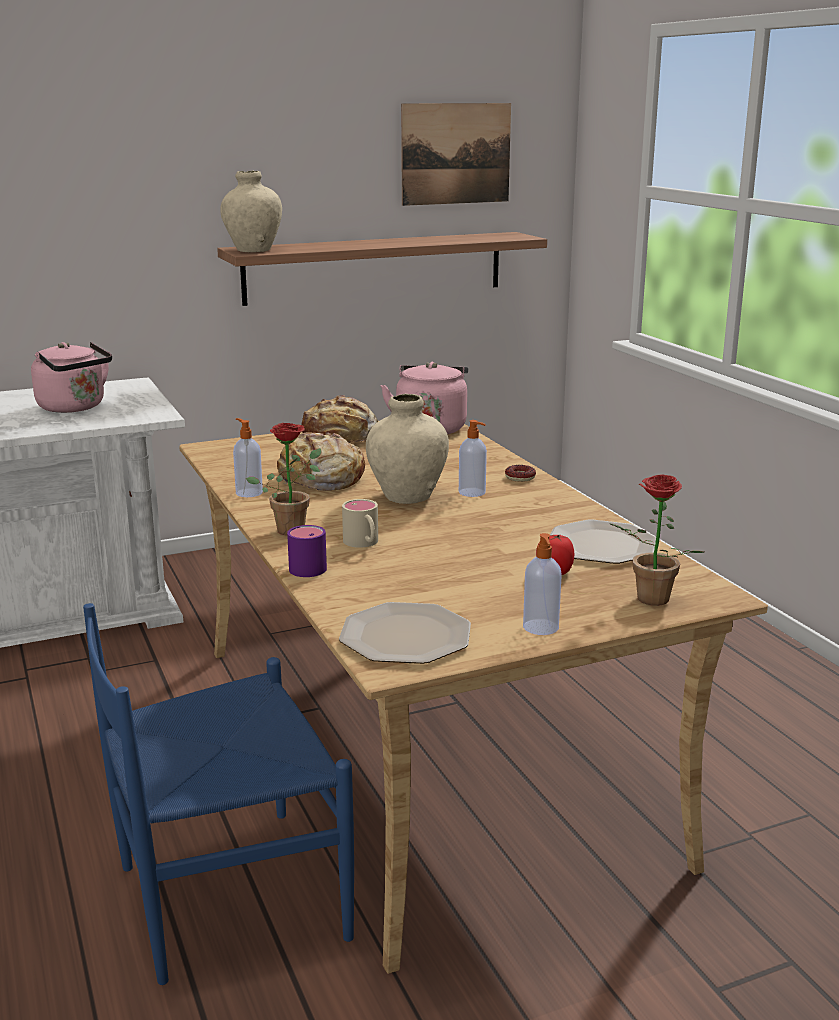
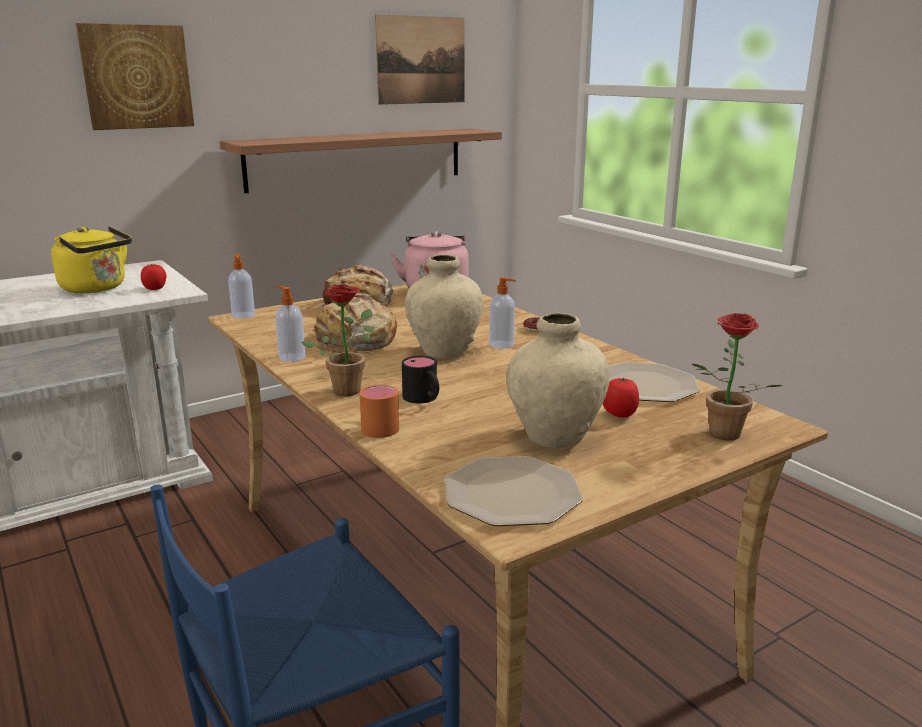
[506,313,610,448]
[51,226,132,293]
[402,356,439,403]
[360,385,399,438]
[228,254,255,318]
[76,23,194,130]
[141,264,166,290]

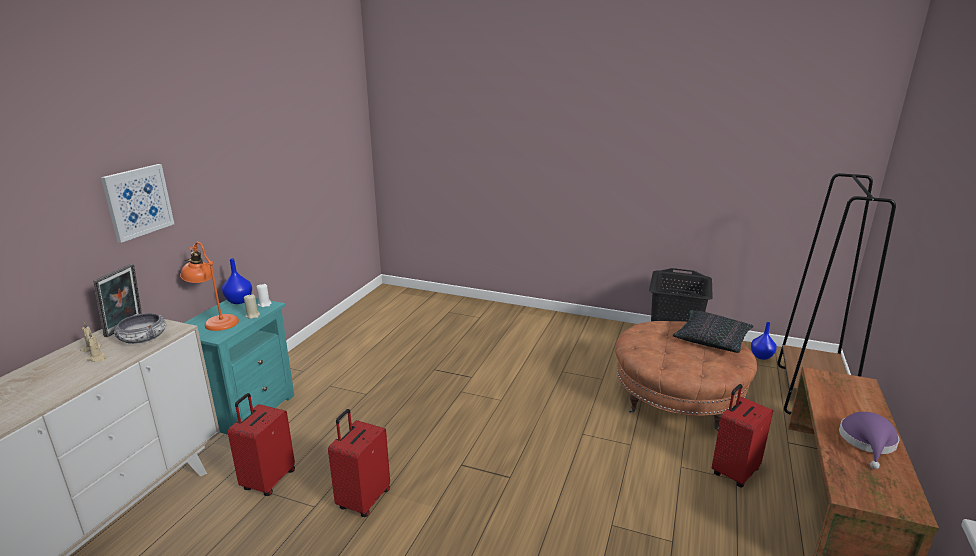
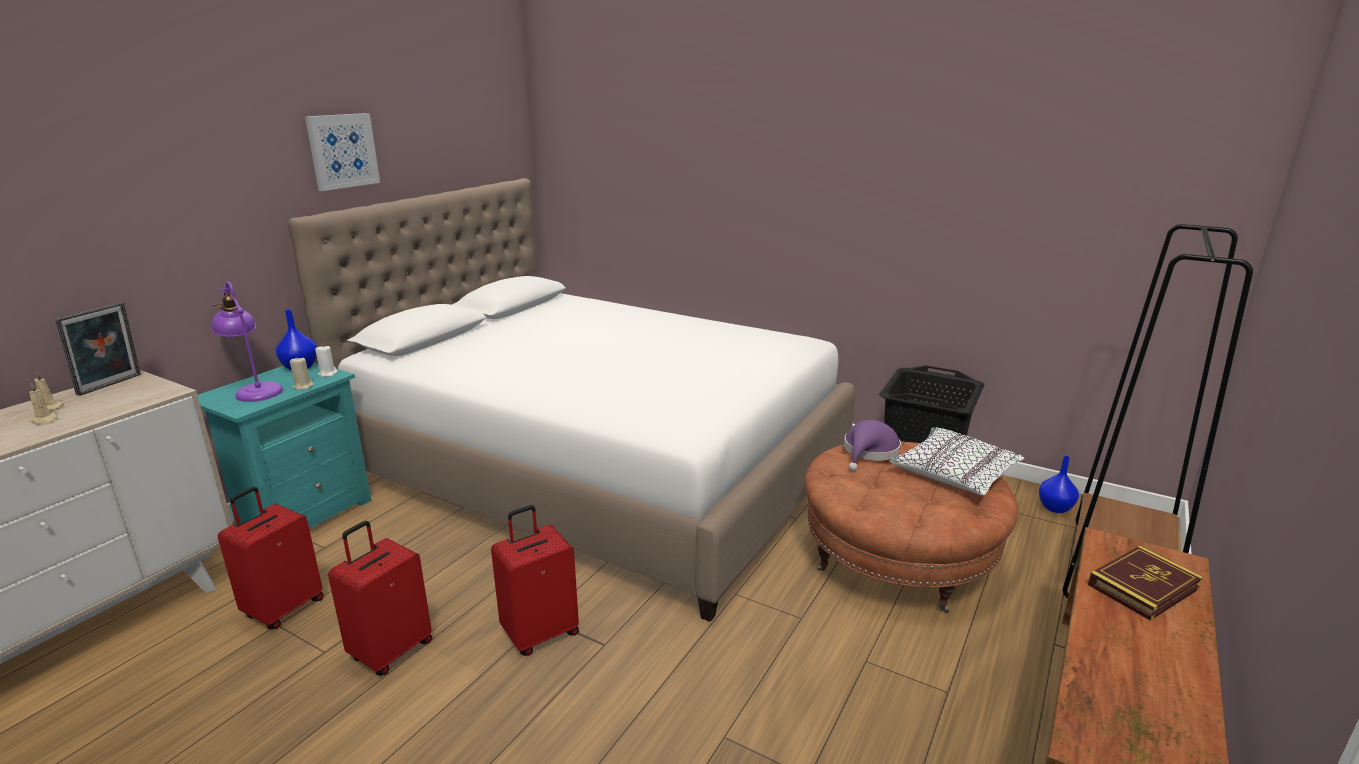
[305,113,380,191]
[211,281,283,402]
[889,427,1025,496]
[114,313,166,344] (first image)
[491,505,579,656]
[844,420,901,471]
[288,178,855,622]
[1088,546,1203,621]

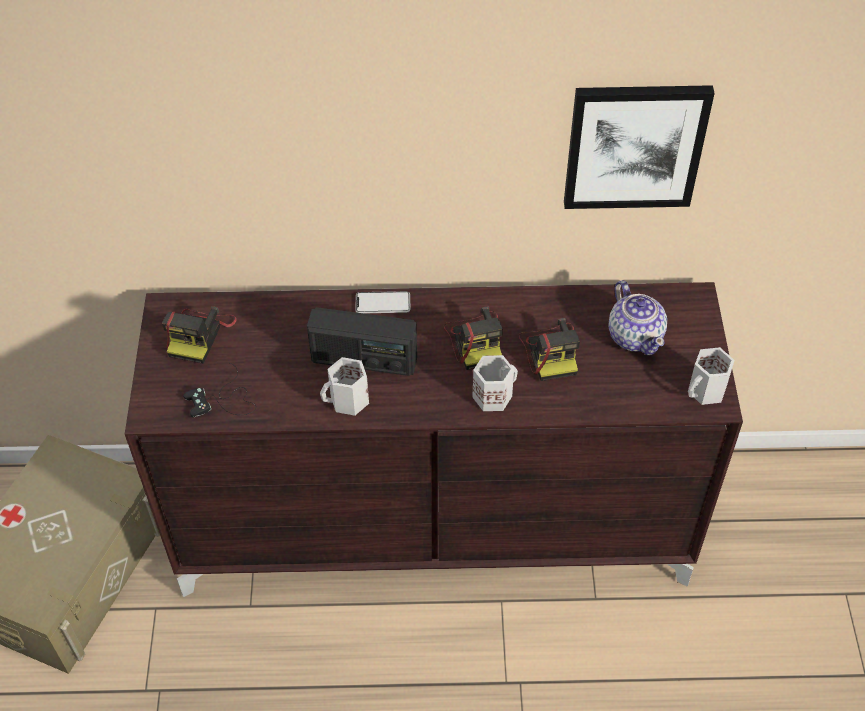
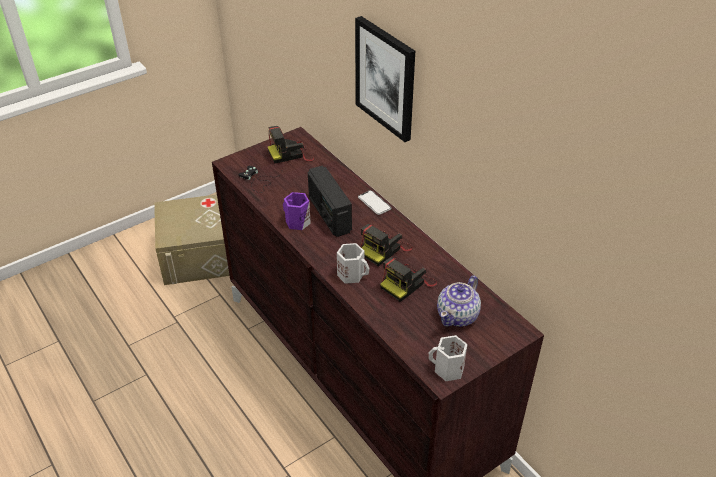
[355,16,415,142]
[283,192,311,230]

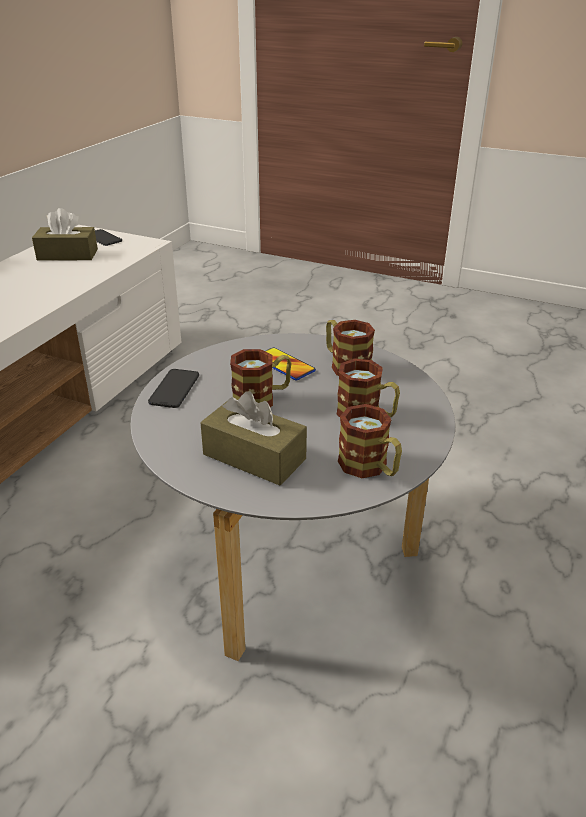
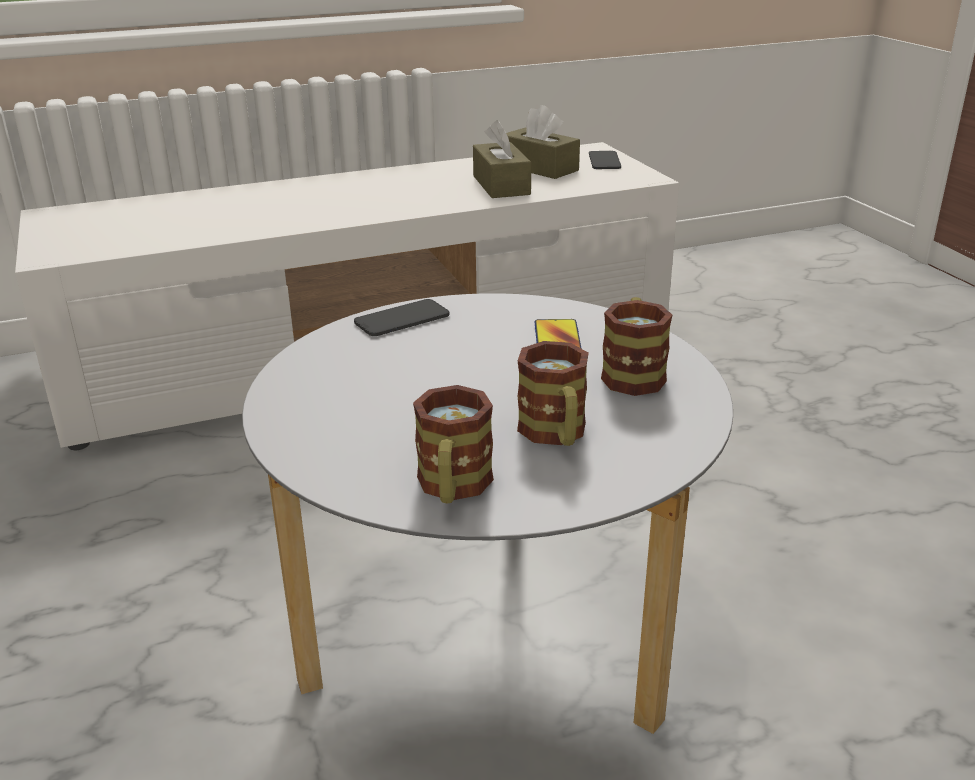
[230,349,291,407] (first image)
[473,120,531,198]

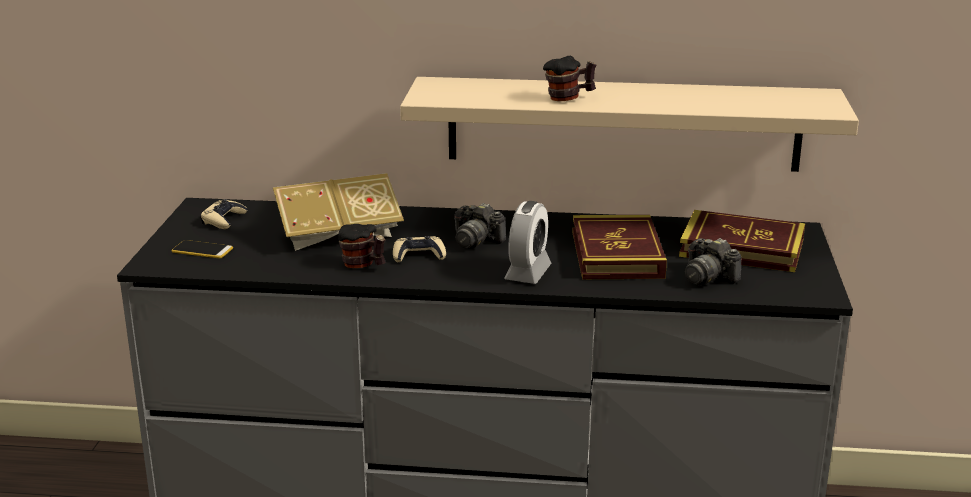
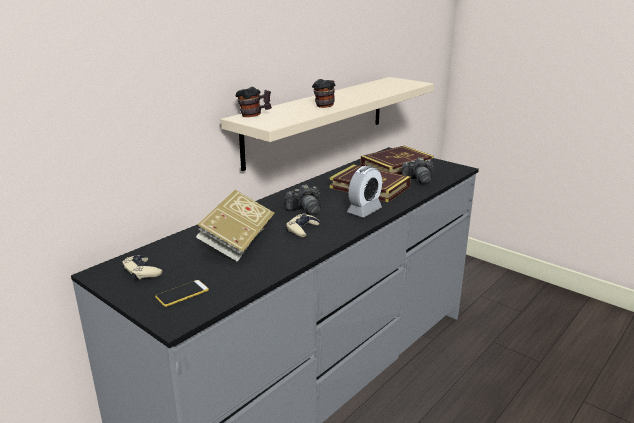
[347,166,382,217]
[236,87,272,117]

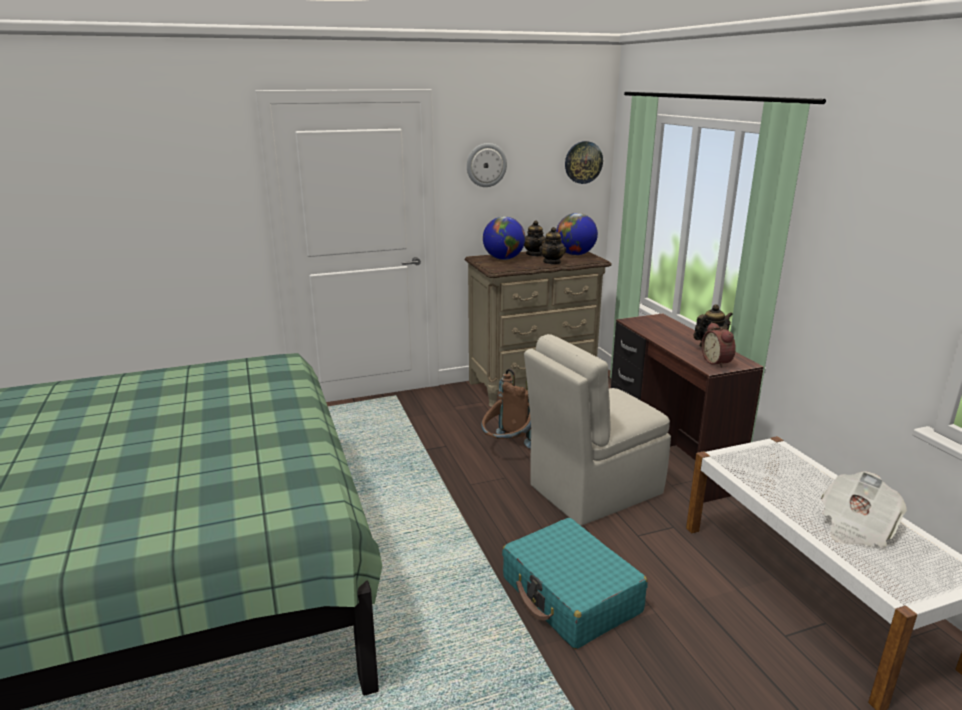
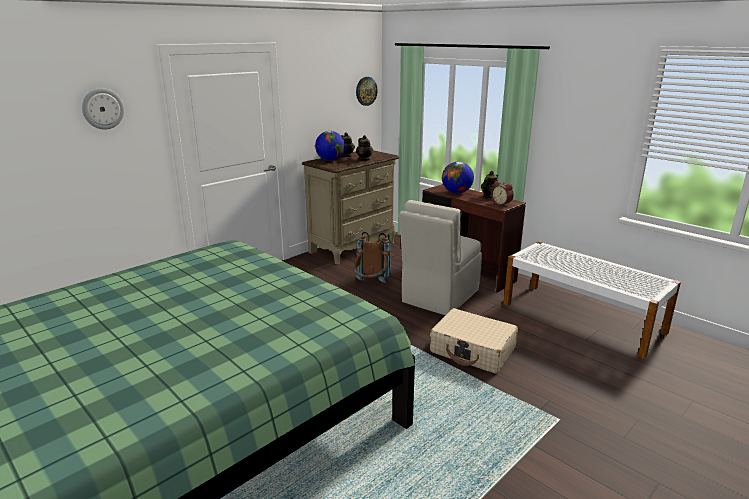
[82,88,124,130]
[442,162,474,194]
[821,472,907,547] (first image)
[430,308,518,374]

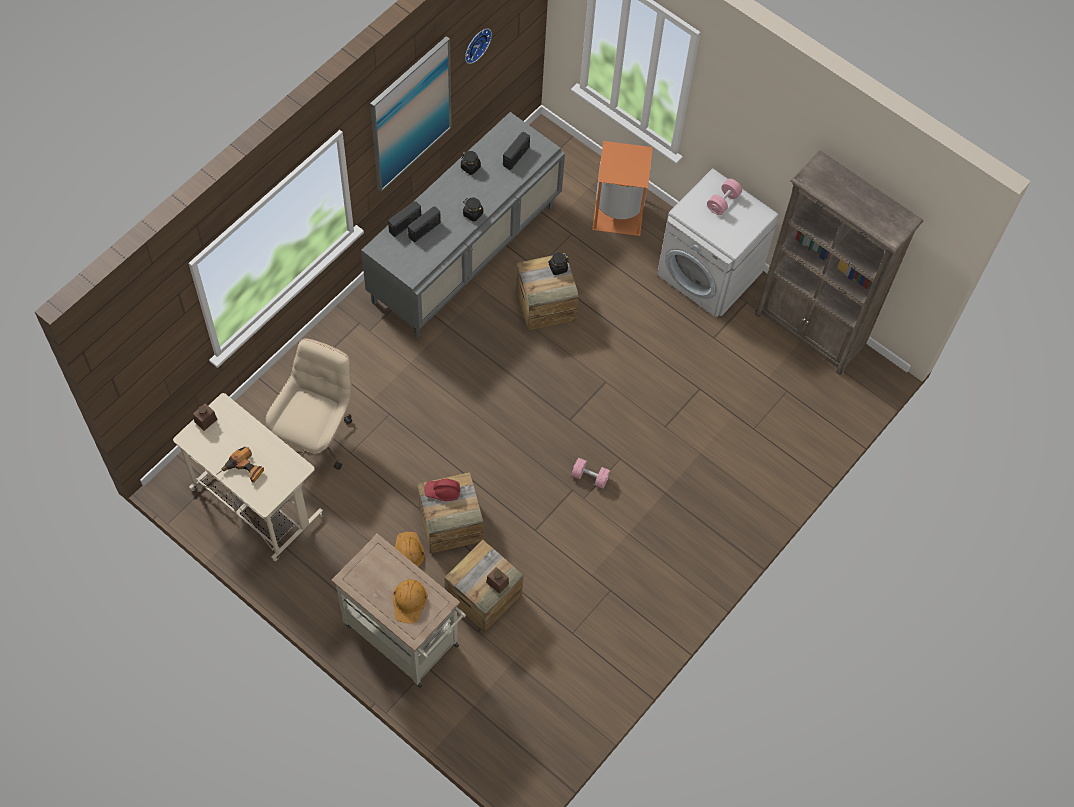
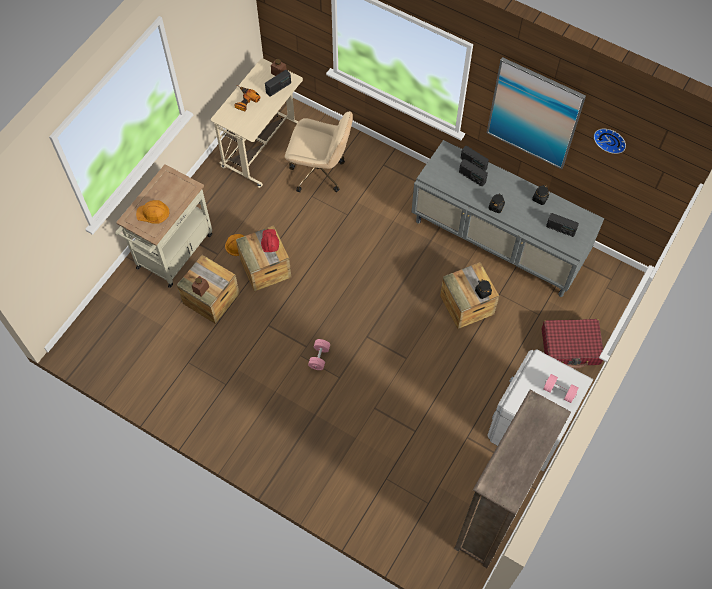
[542,319,603,369]
[265,70,291,97]

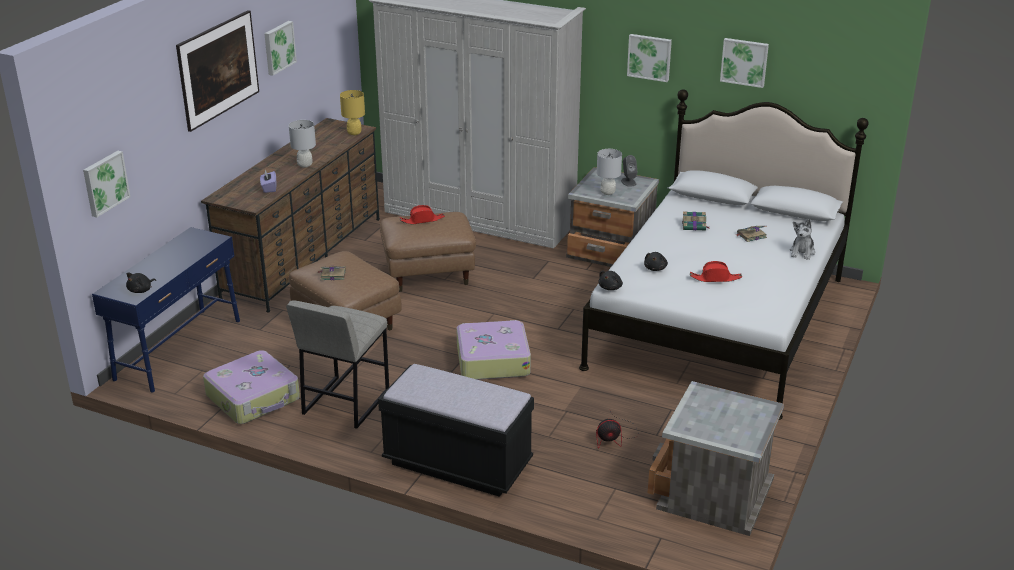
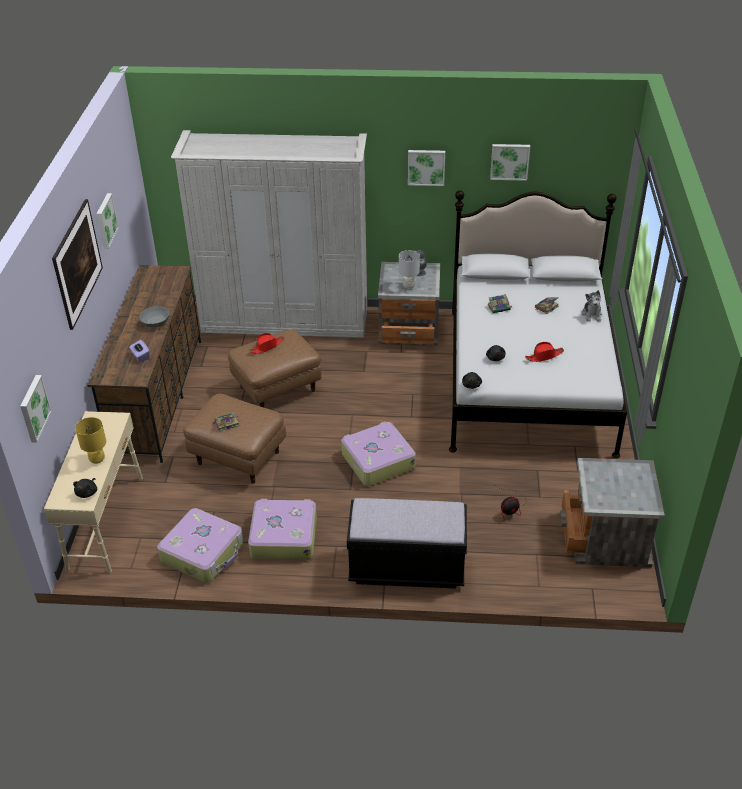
[75,417,106,464]
[139,306,169,327]
[44,411,143,573]
[248,499,317,560]

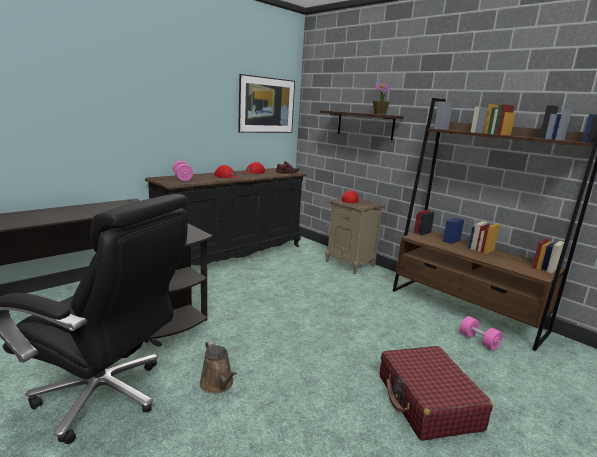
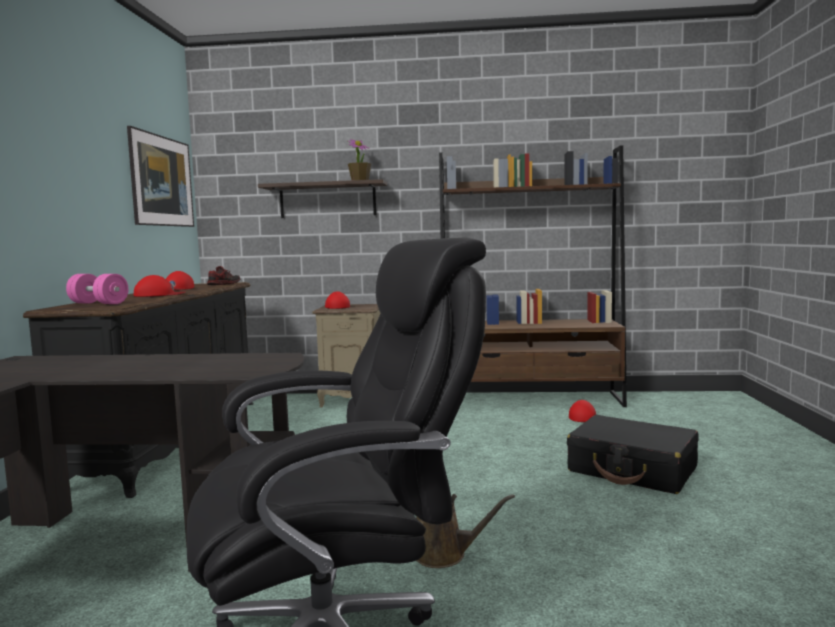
[569,400,596,422]
[567,415,698,494]

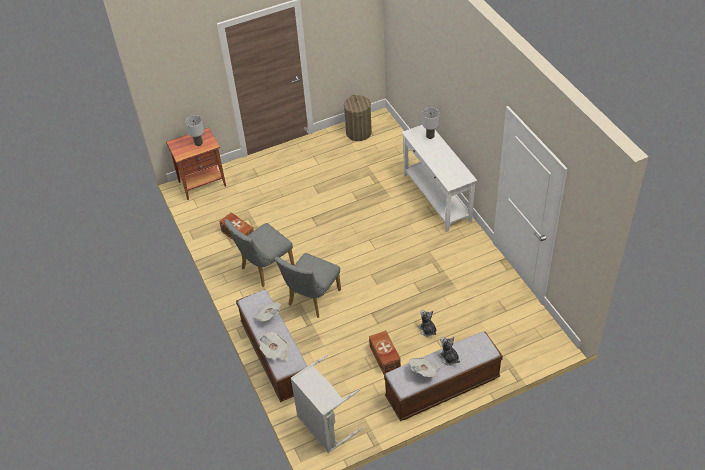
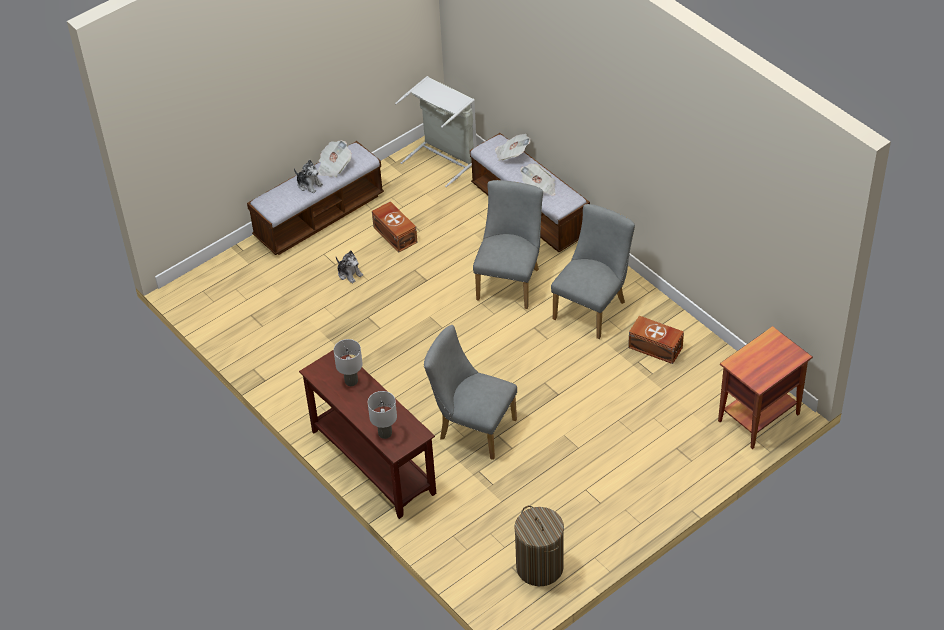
[334,339,363,386]
[299,350,436,519]
[424,325,517,460]

